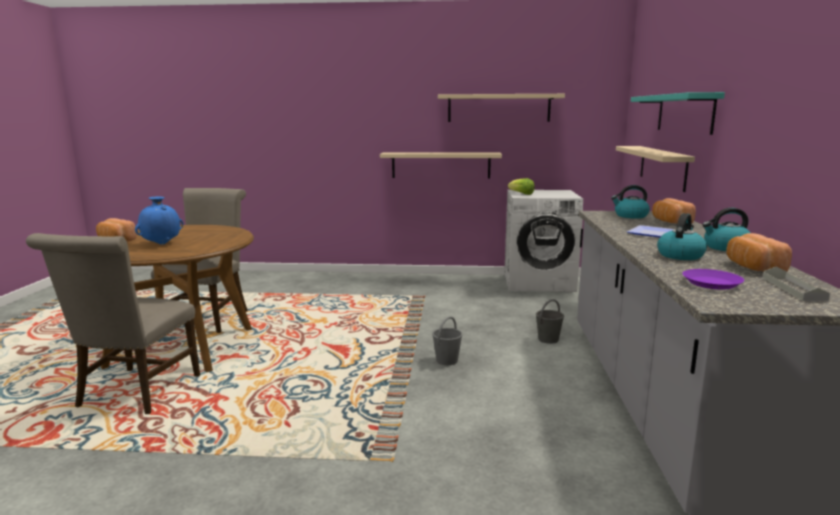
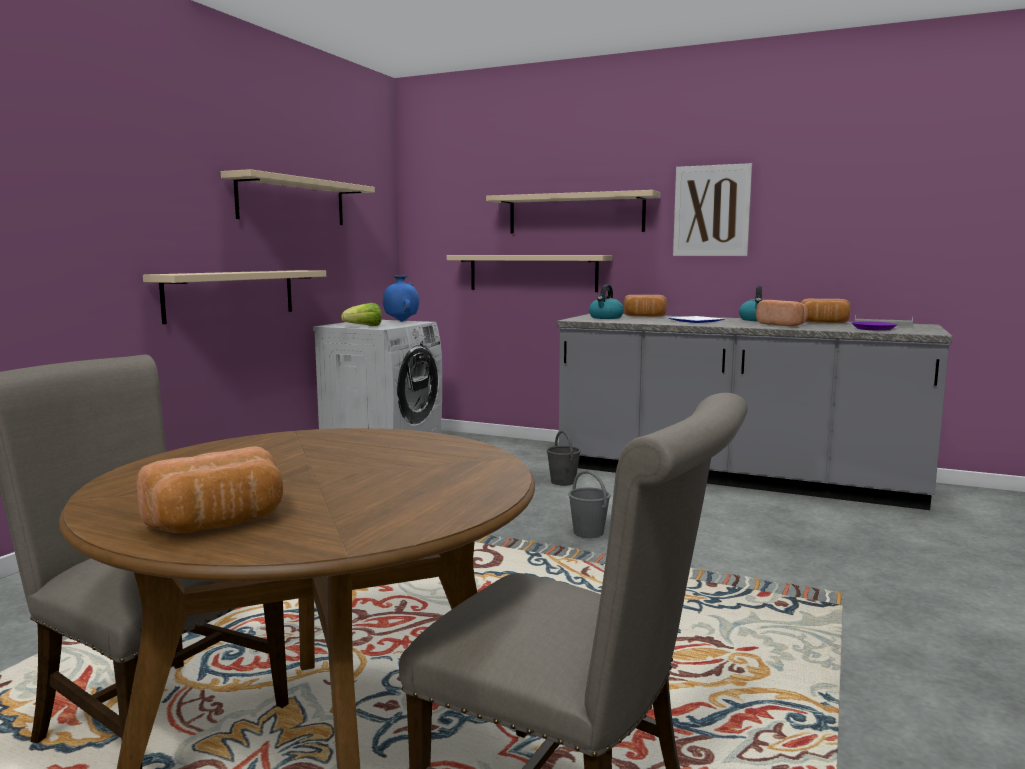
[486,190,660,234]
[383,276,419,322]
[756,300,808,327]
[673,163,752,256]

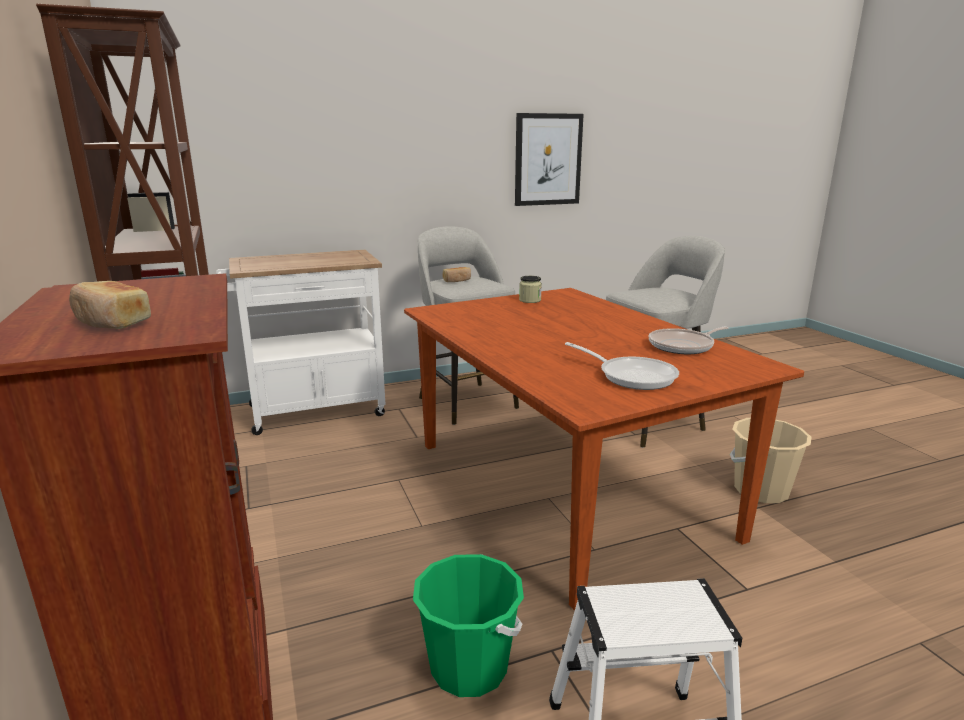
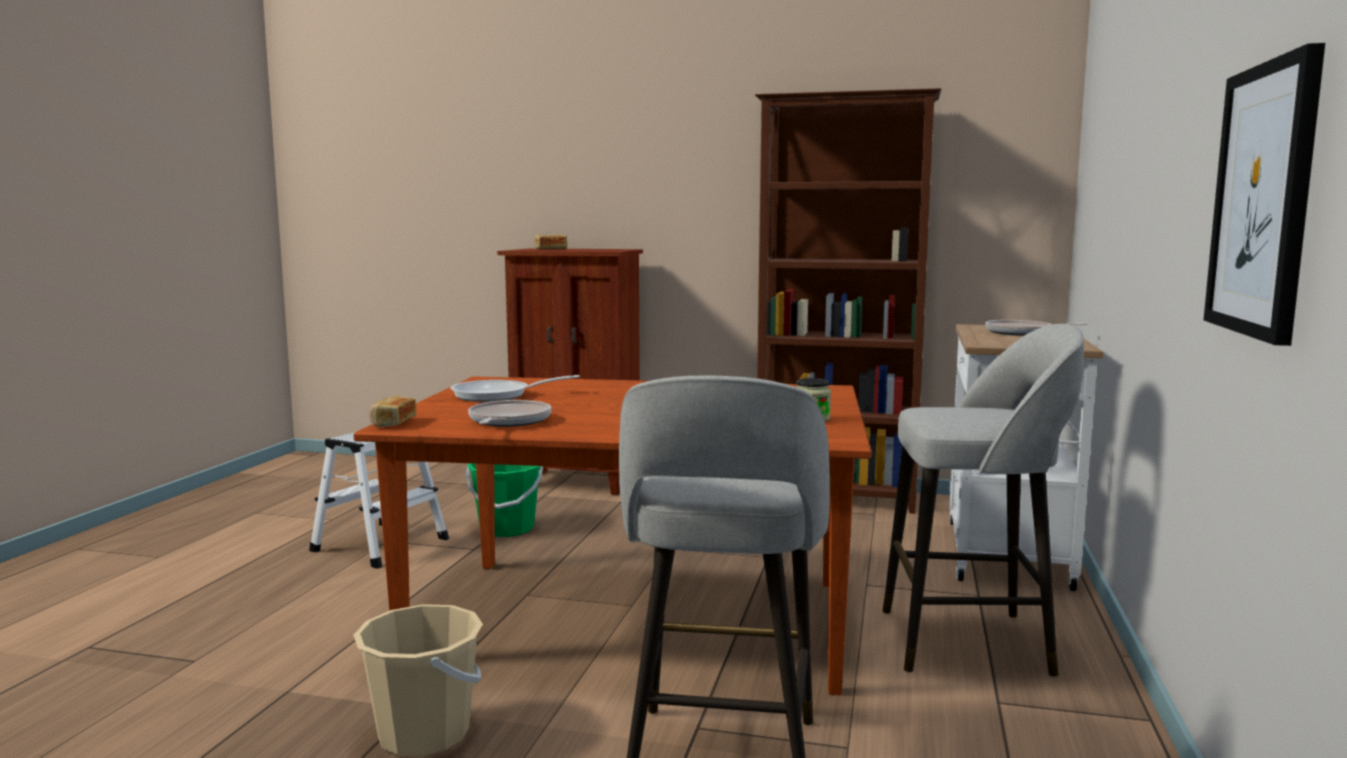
[369,396,416,428]
[985,320,1088,336]

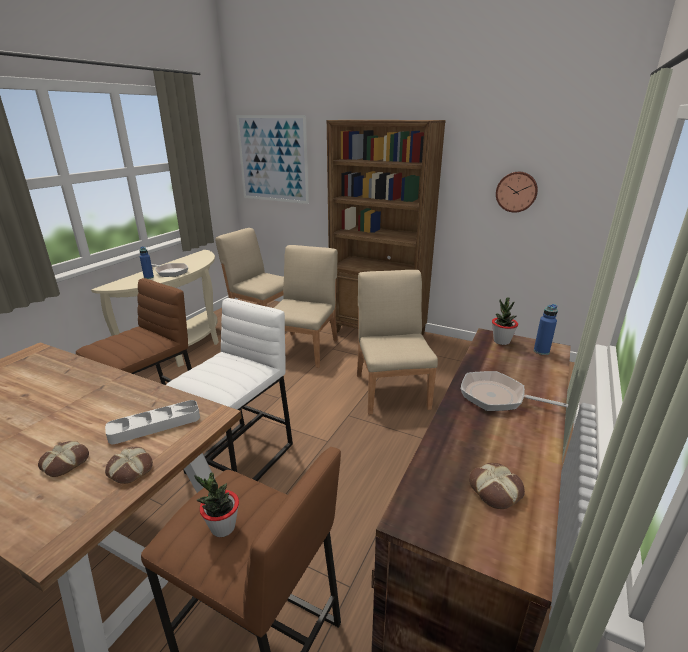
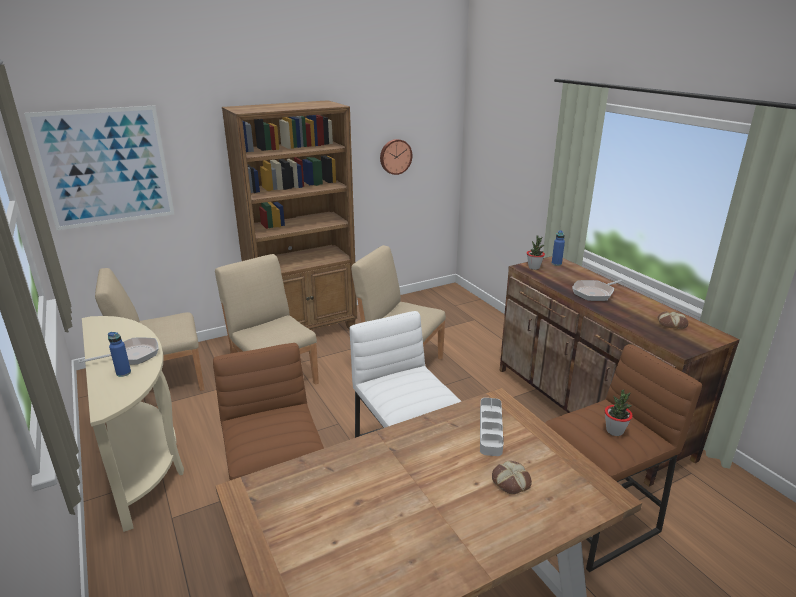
[105,447,153,484] (first image)

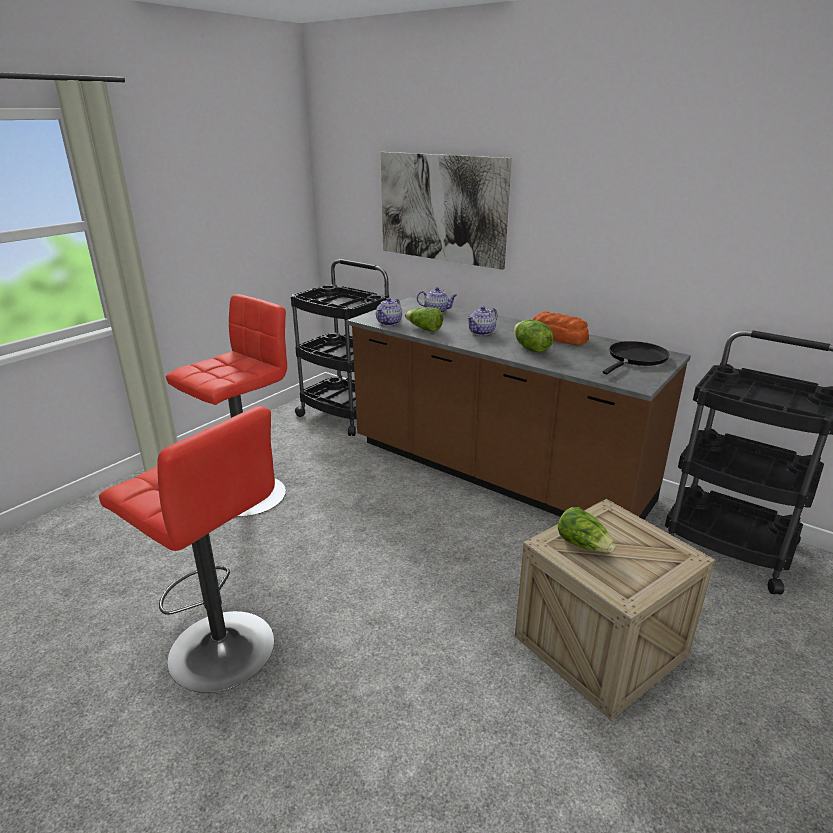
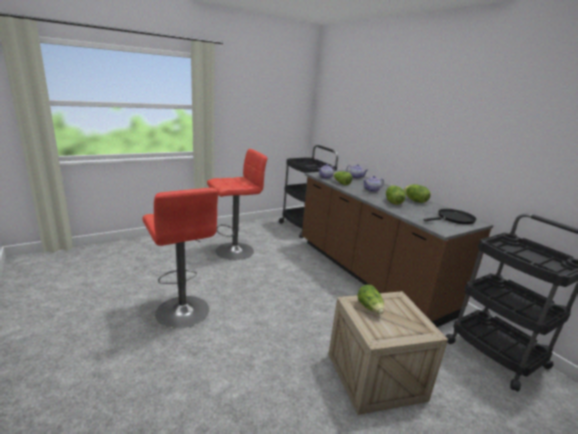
[381,152,512,270] (first image)
[404,184,431,203]

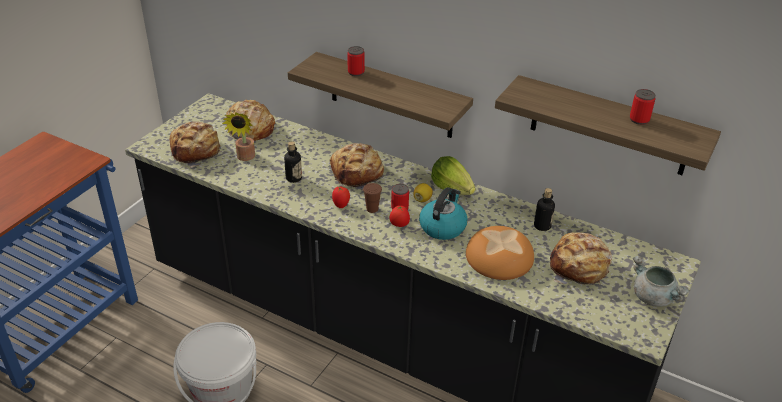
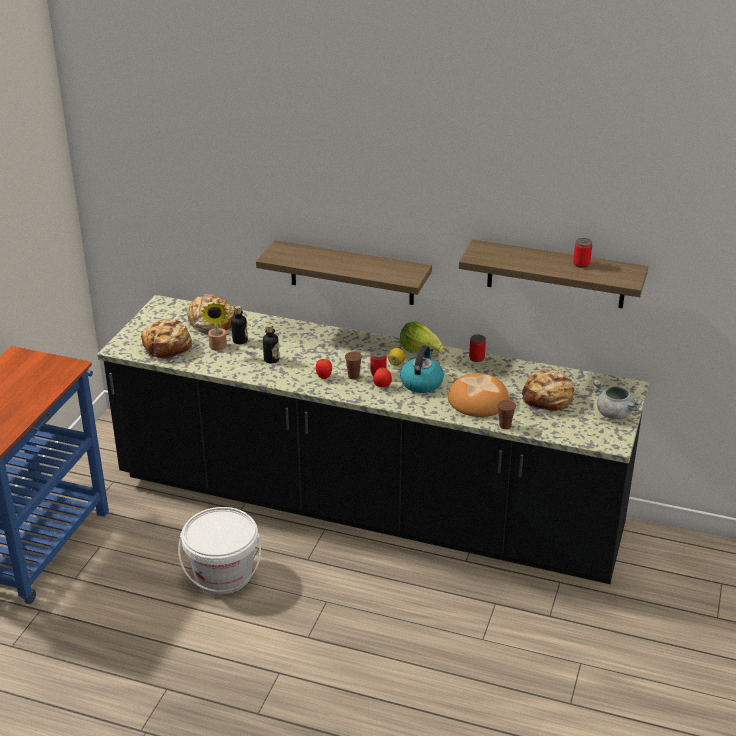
[469,335,486,362]
[330,143,385,191] (first image)
[231,306,248,344]
[497,400,516,429]

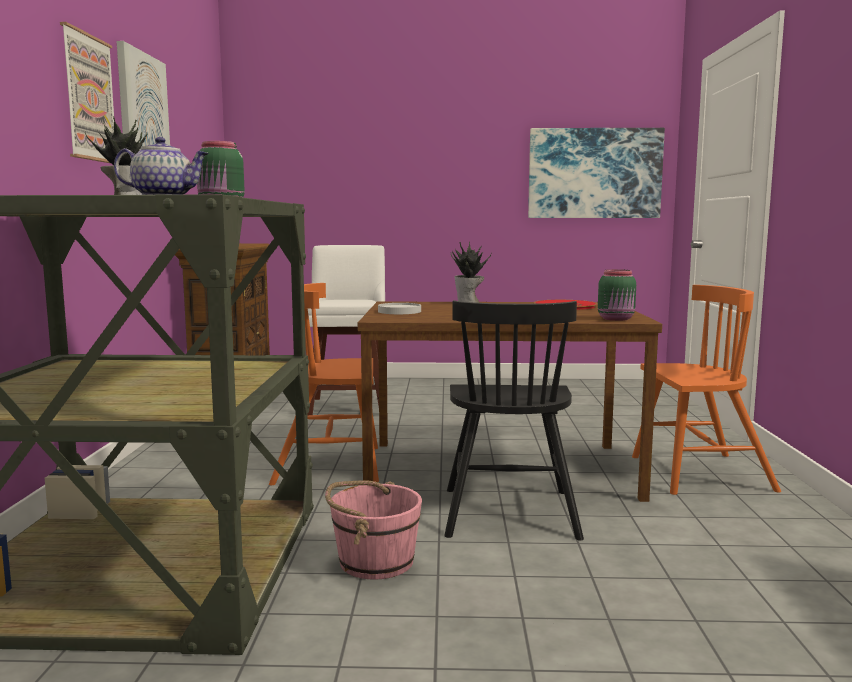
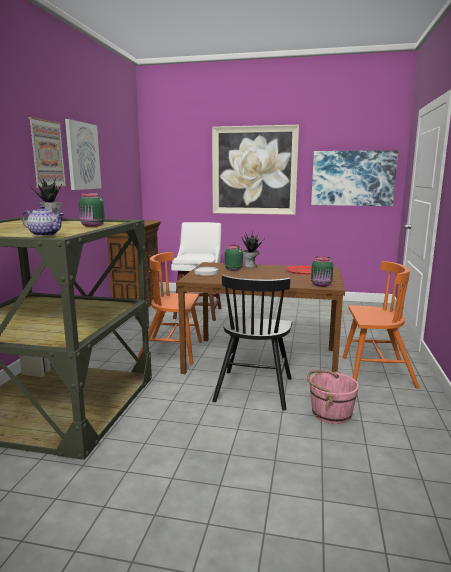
[307,370,359,424]
[212,125,299,215]
[225,245,243,271]

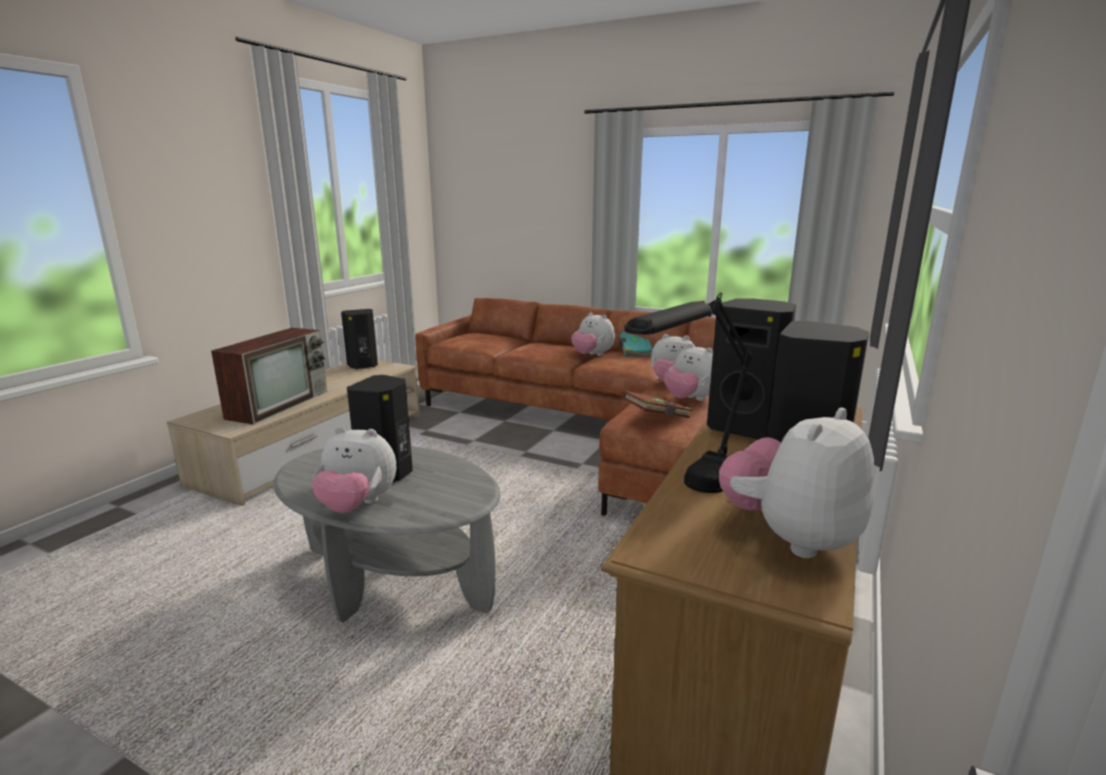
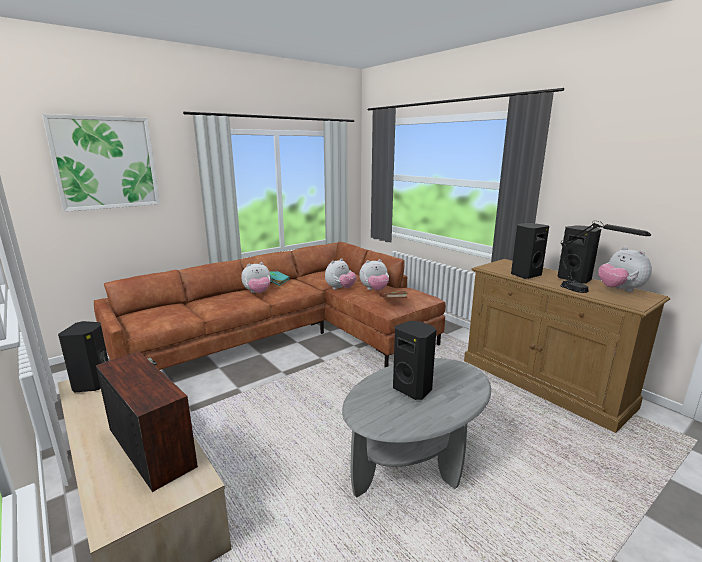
[312,427,396,513] (first image)
[42,114,160,212]

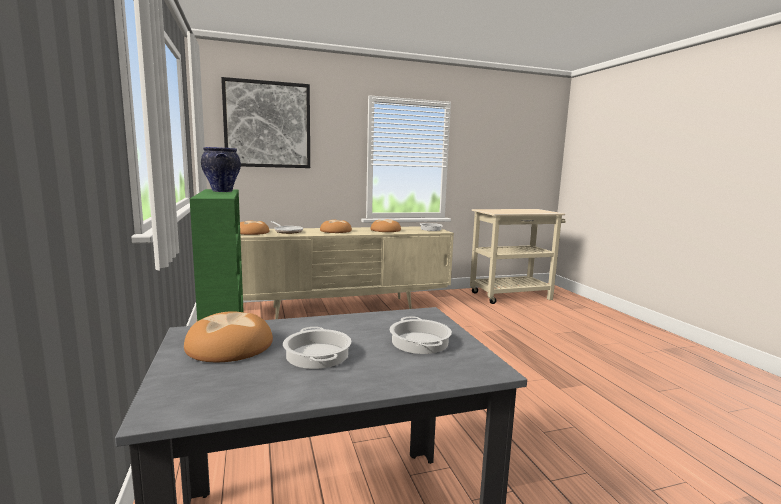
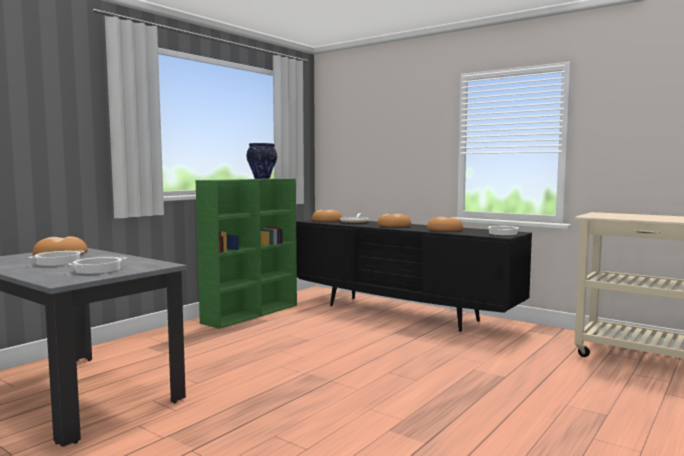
[221,77,310,168] (first image)
[296,220,532,332]

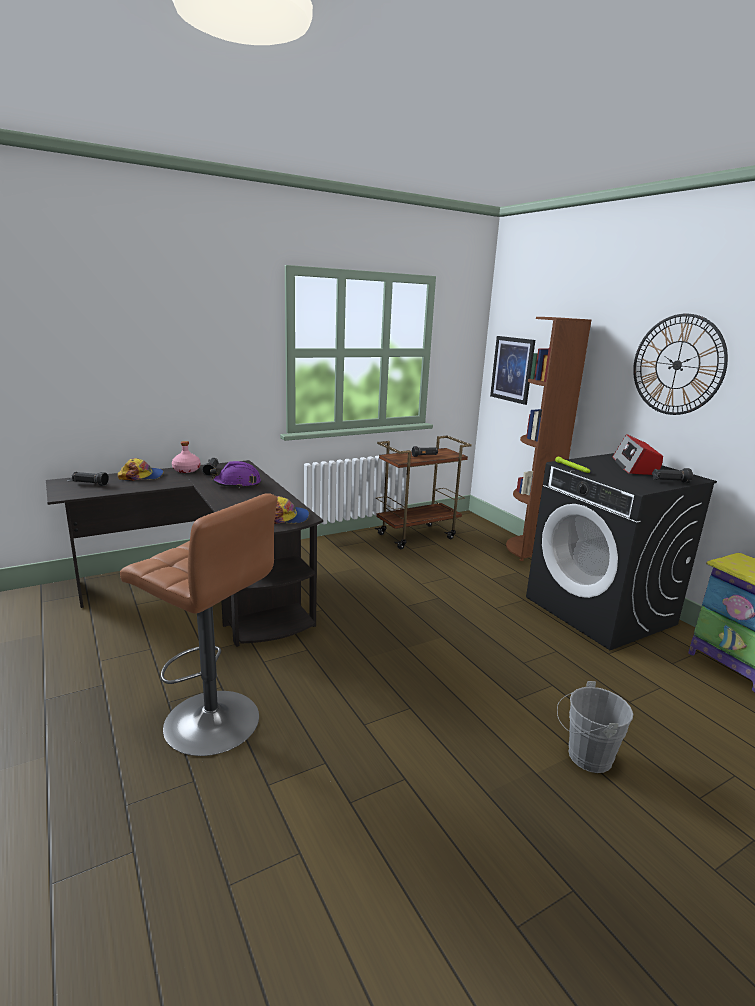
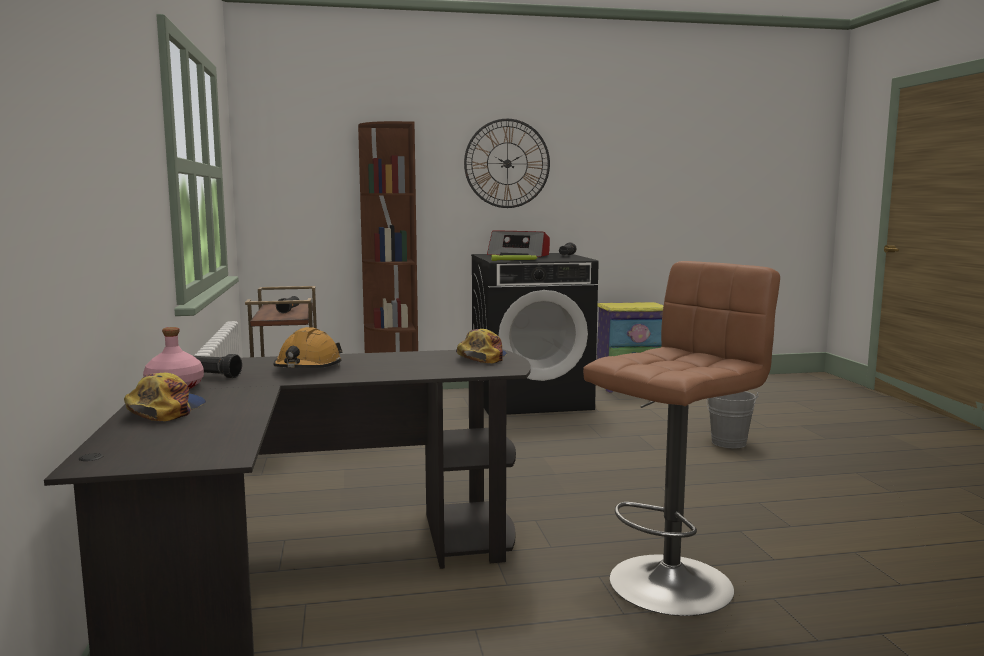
[490,336,535,405] (first image)
[273,327,343,368]
[72,472,109,486] (first image)

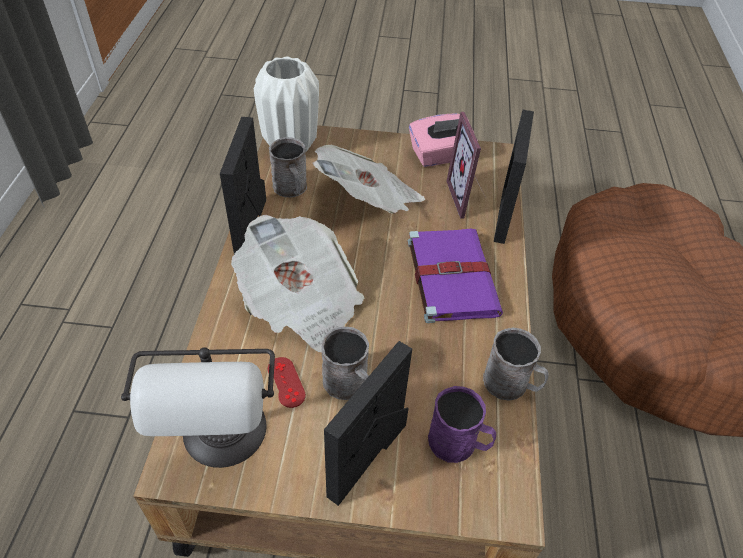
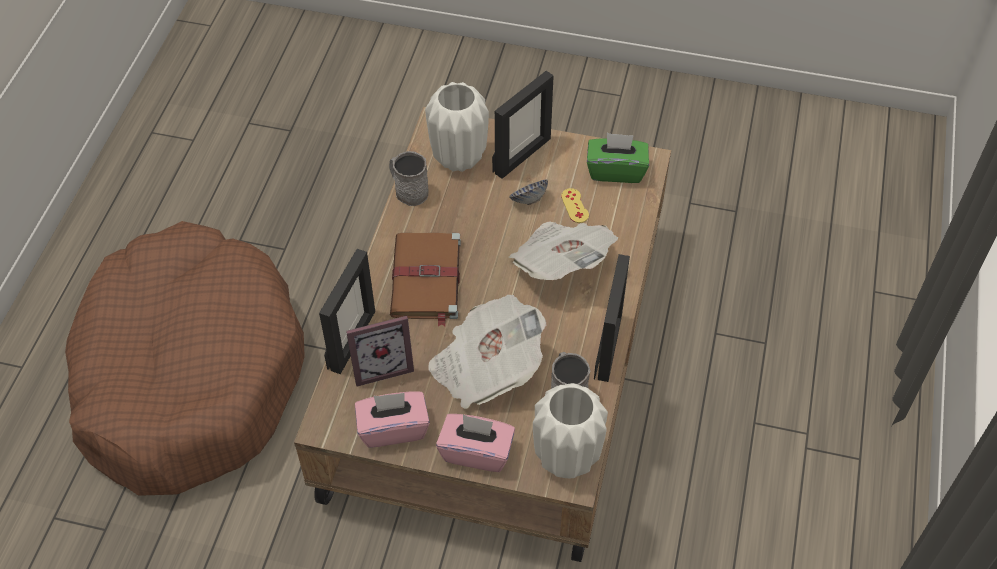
[346,316,414,386]
[390,233,461,327]
[509,179,548,205]
[587,133,649,183]
[561,188,589,223]
[425,82,489,172]
[436,414,515,472]

